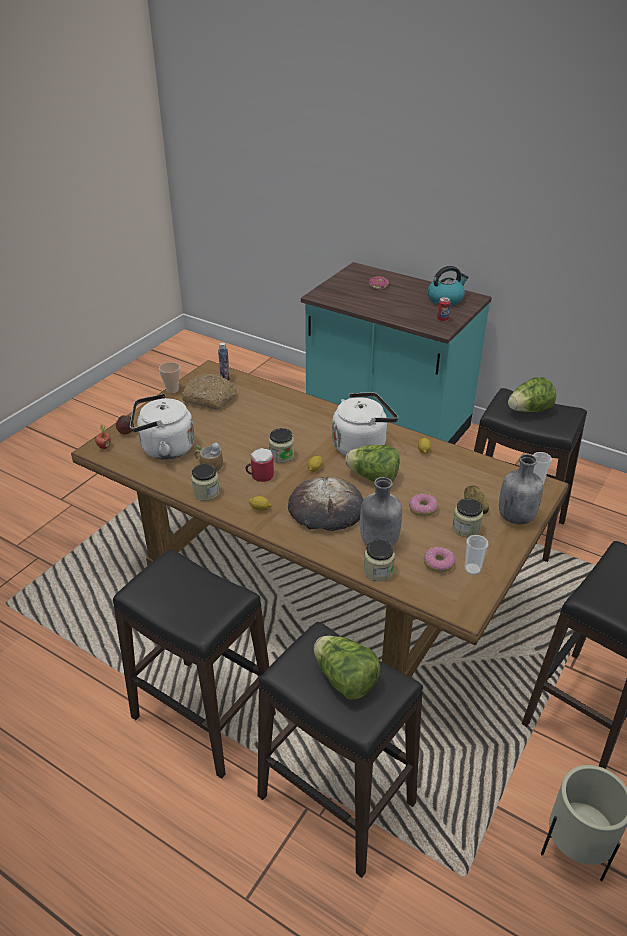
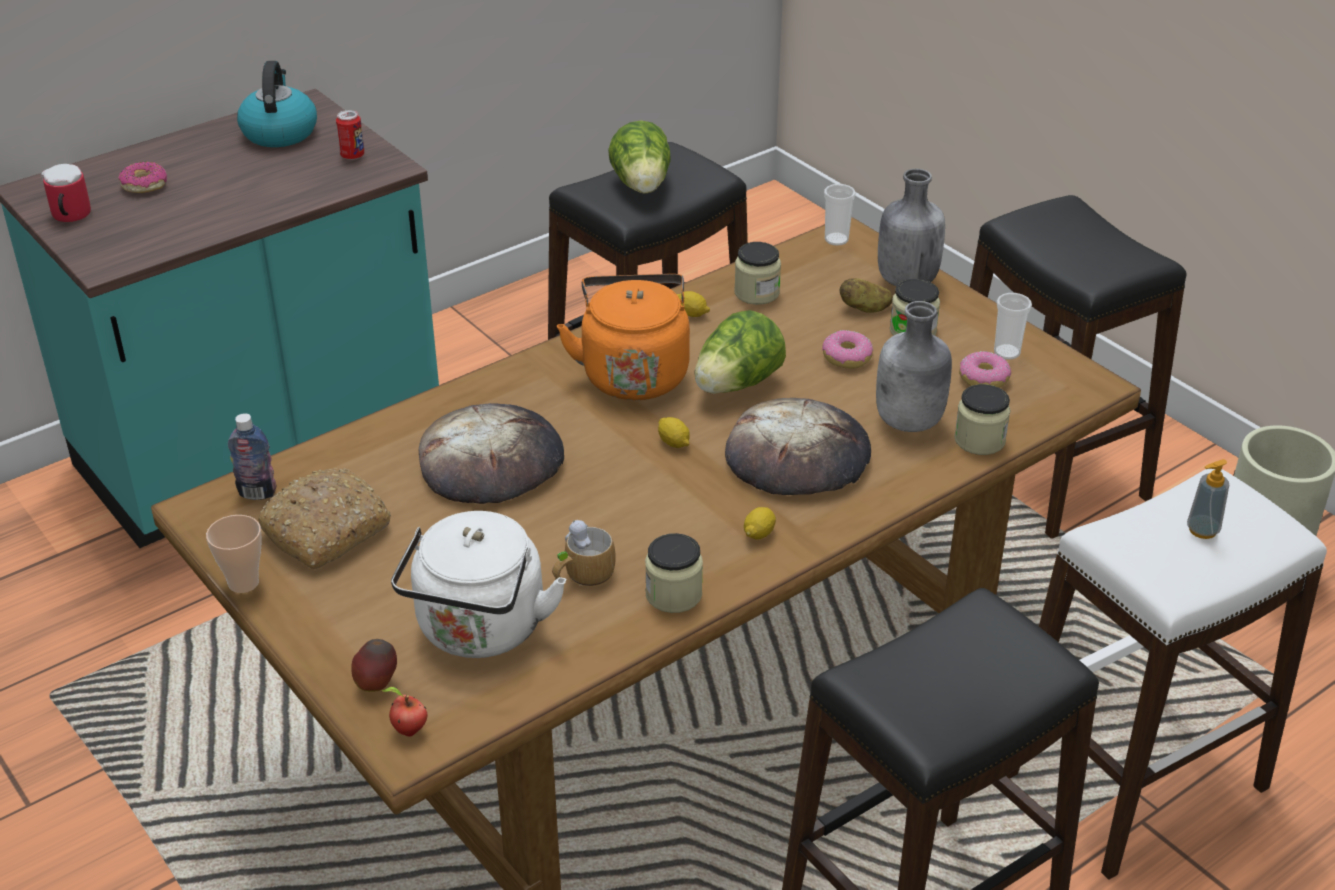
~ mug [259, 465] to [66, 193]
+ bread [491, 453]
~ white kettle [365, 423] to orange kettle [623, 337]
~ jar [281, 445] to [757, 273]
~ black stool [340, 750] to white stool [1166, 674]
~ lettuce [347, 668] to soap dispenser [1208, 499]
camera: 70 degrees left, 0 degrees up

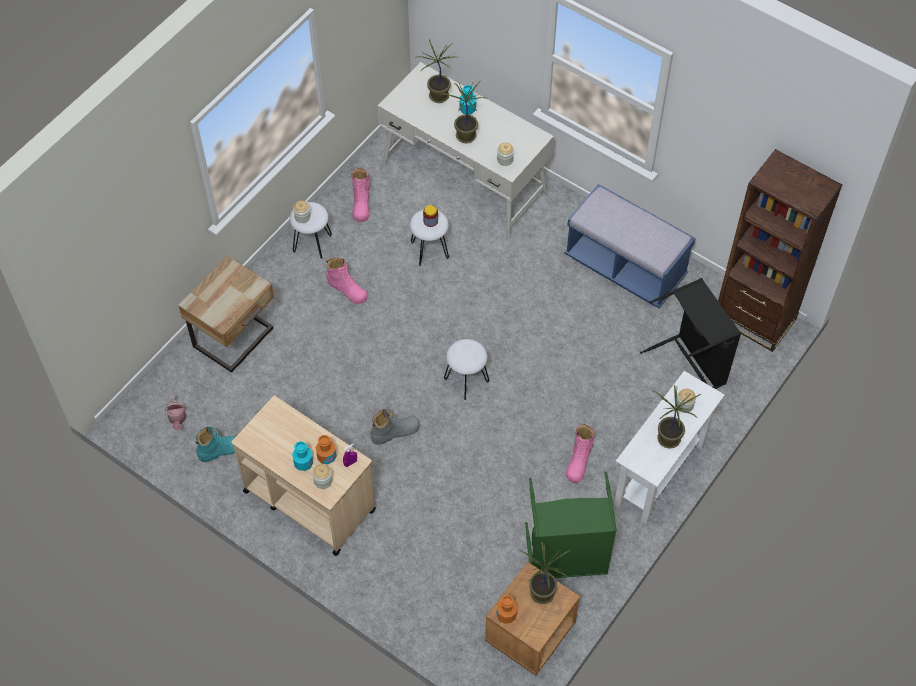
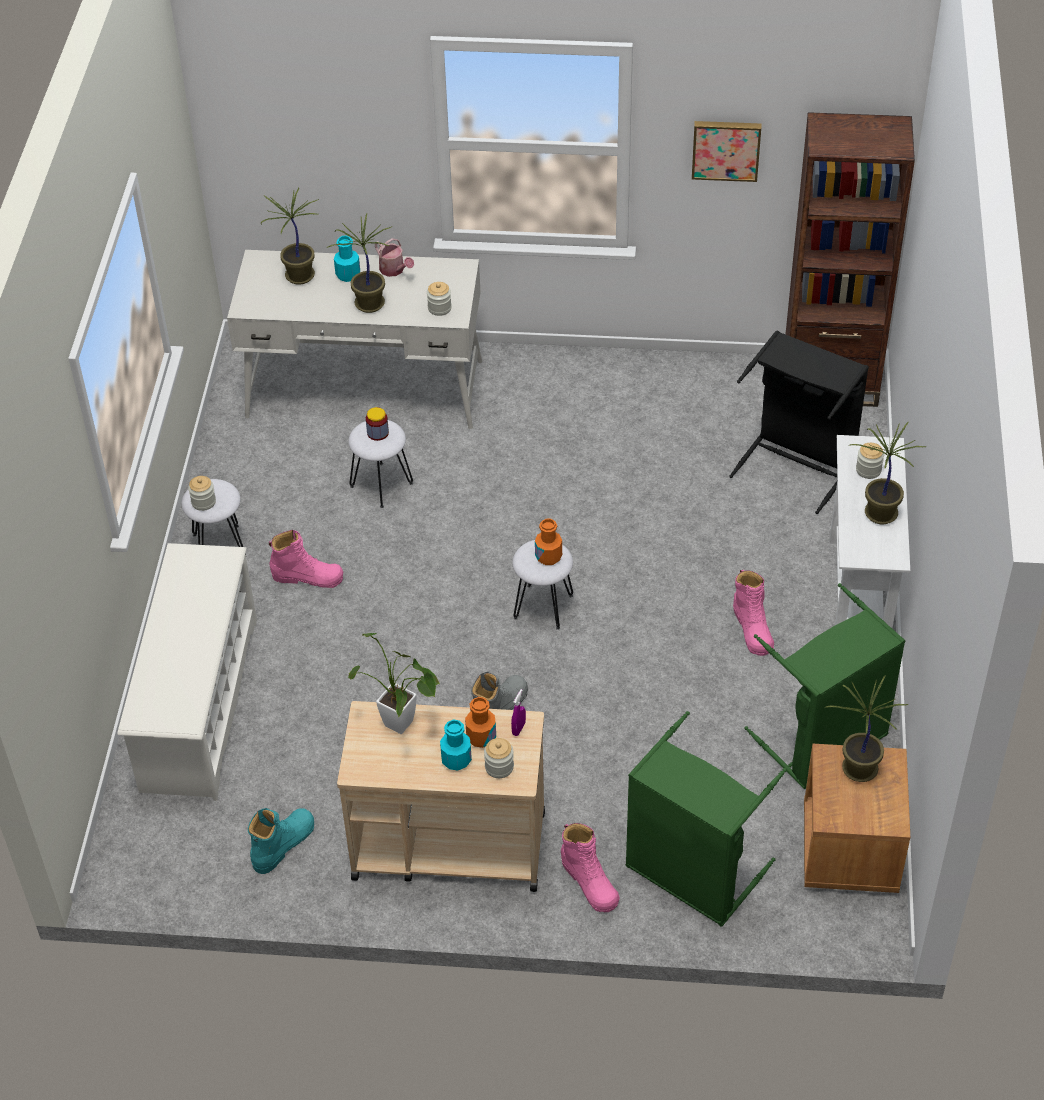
~ beige nightstand [226, 314] to white shoe rack [187, 672]
+ potted plant [394, 683]
~ watering can [175, 412] to [394, 257]
~ orange bottle [506, 609] to [548, 542]
~ pink boot [360, 194] to [590, 867]
+ green laundry basket [706, 819]
+ picture [726, 151]
- blue bench [630, 246]
camera: 30 degrees left, 10 degrees down

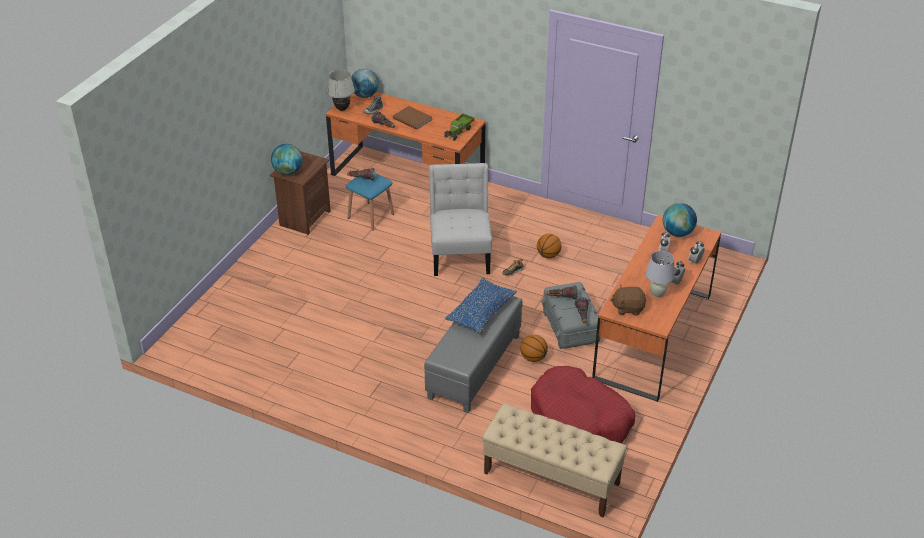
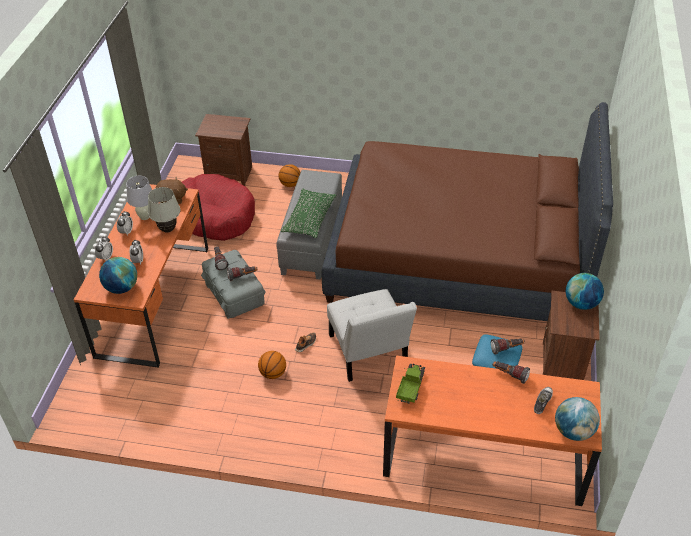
~ white table lamp [341, 90] to [164, 210]
~ beige bench [554, 460] to brown nightstand [223, 150]
~ basketball [534, 348] to [290, 175]
~ blue pillow [481, 306] to green pillow [308, 213]
+ brown bed [467, 211]
- brown book [412, 118]
camera: 165 degrees right, 5 degrees up

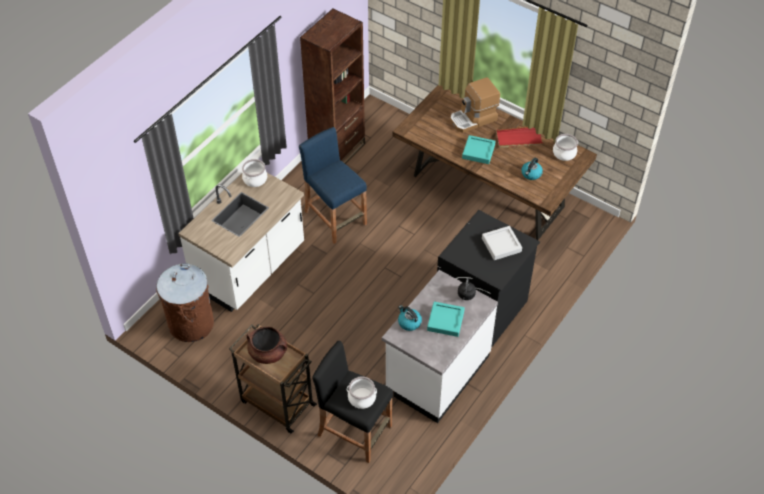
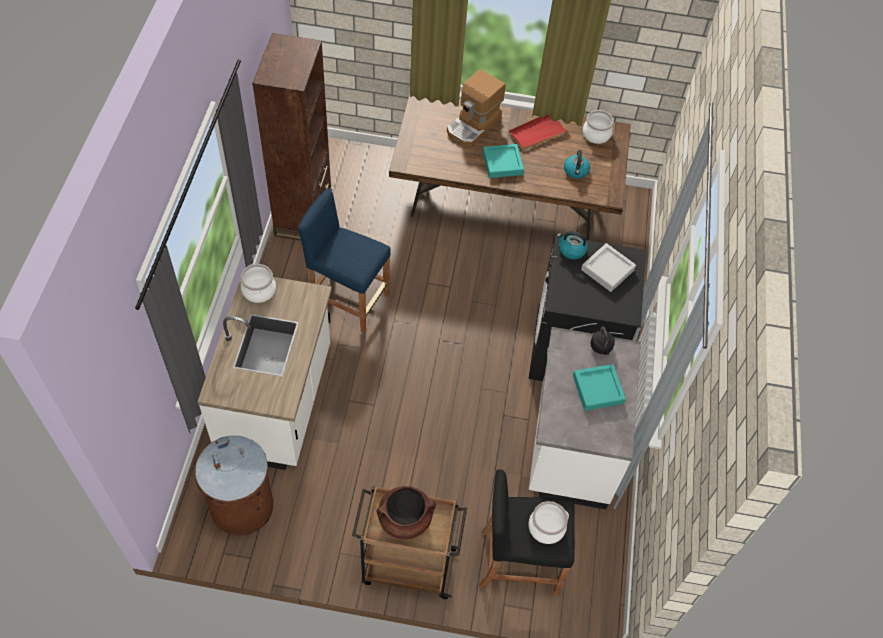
~ kettle [410, 318] to [572, 245]
camera: 30 degrees left, 5 degrees up

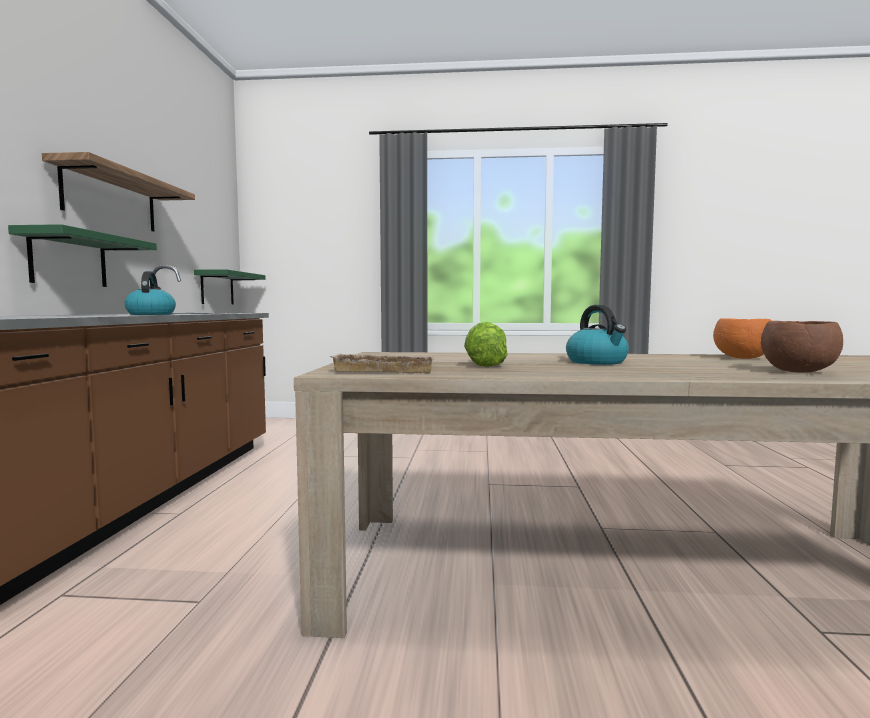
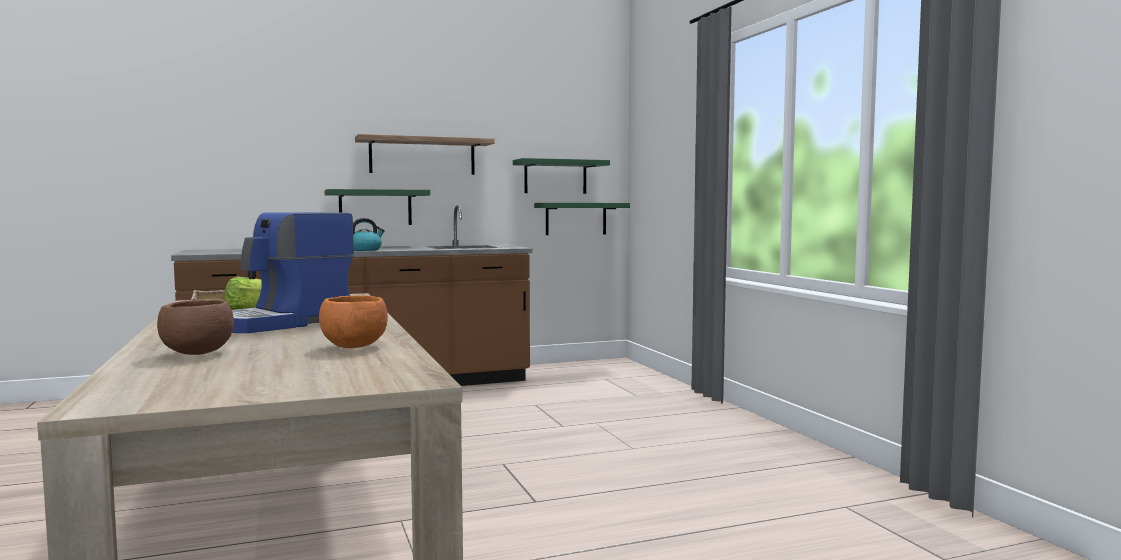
~ kettle [597, 335] to coffee machine [293, 272]
+ green shelf [561, 176]
camera: 65 degrees right, 0 degrees up

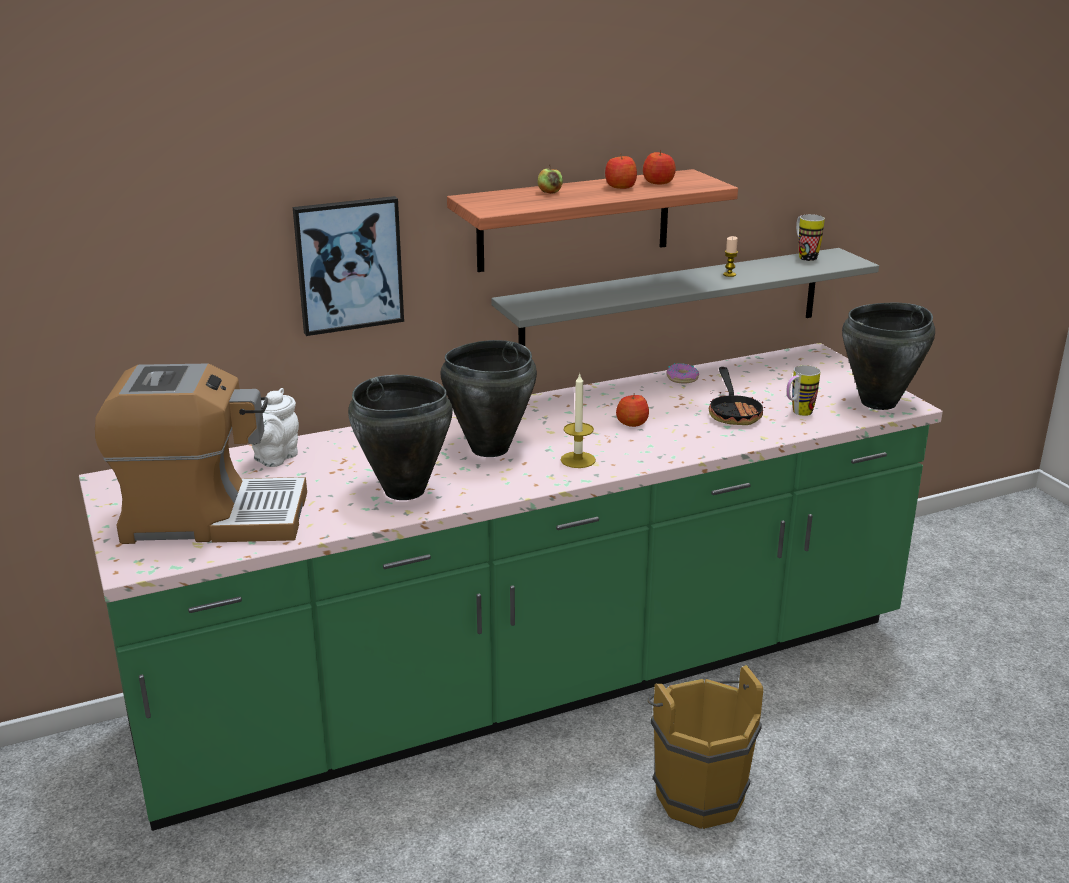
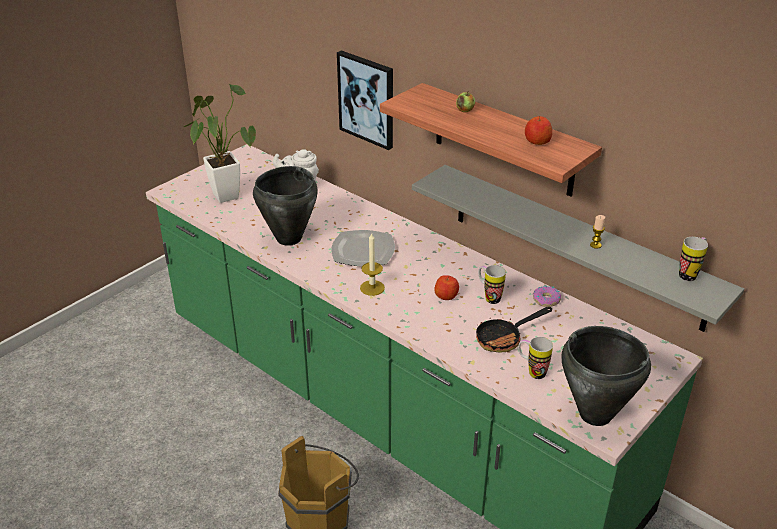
~ coffee machine [201, 454] to potted plant [220, 143]
~ black cooking pot [488, 398] to plate [363, 248]
+ mug [492, 284]
- apple [621, 171]
camera: 65 degrees right, 10 degrees up

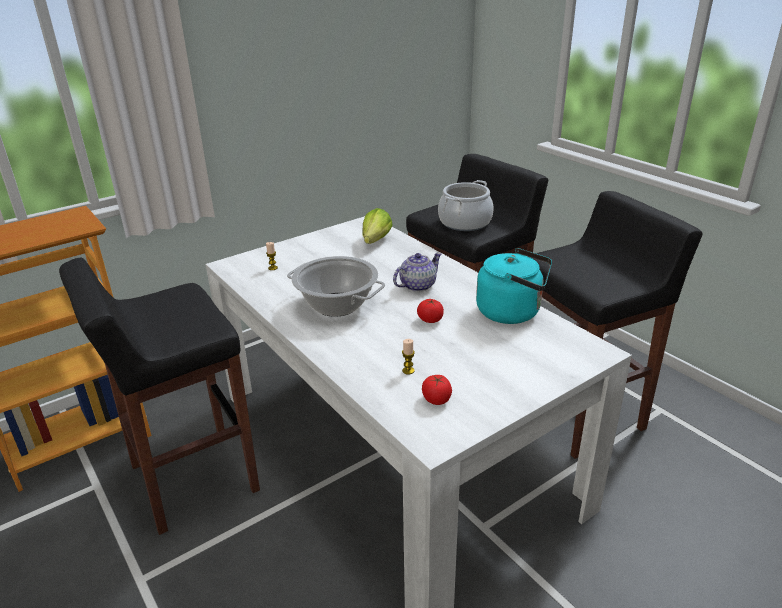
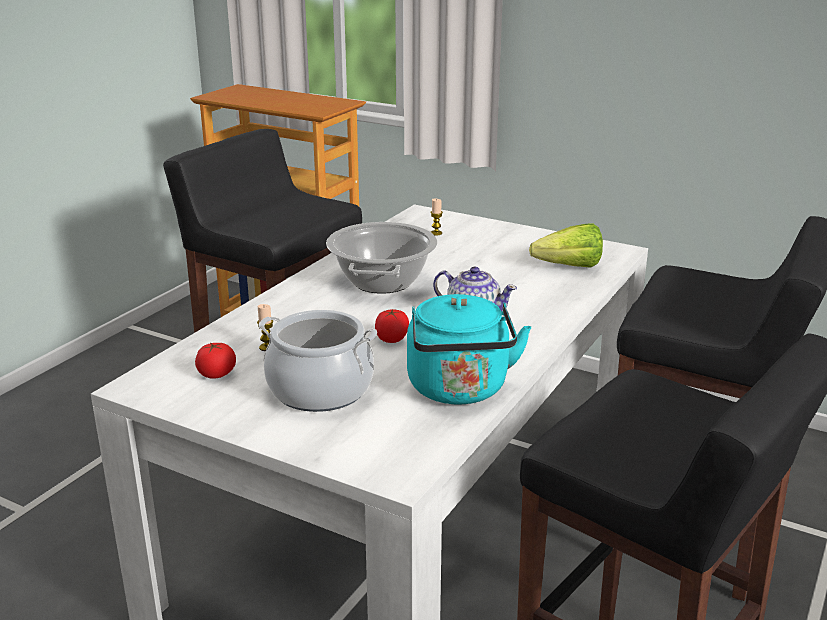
~ cooking pot [466, 205] to [318, 361]
camera: 65 degrees right, 5 degrees down

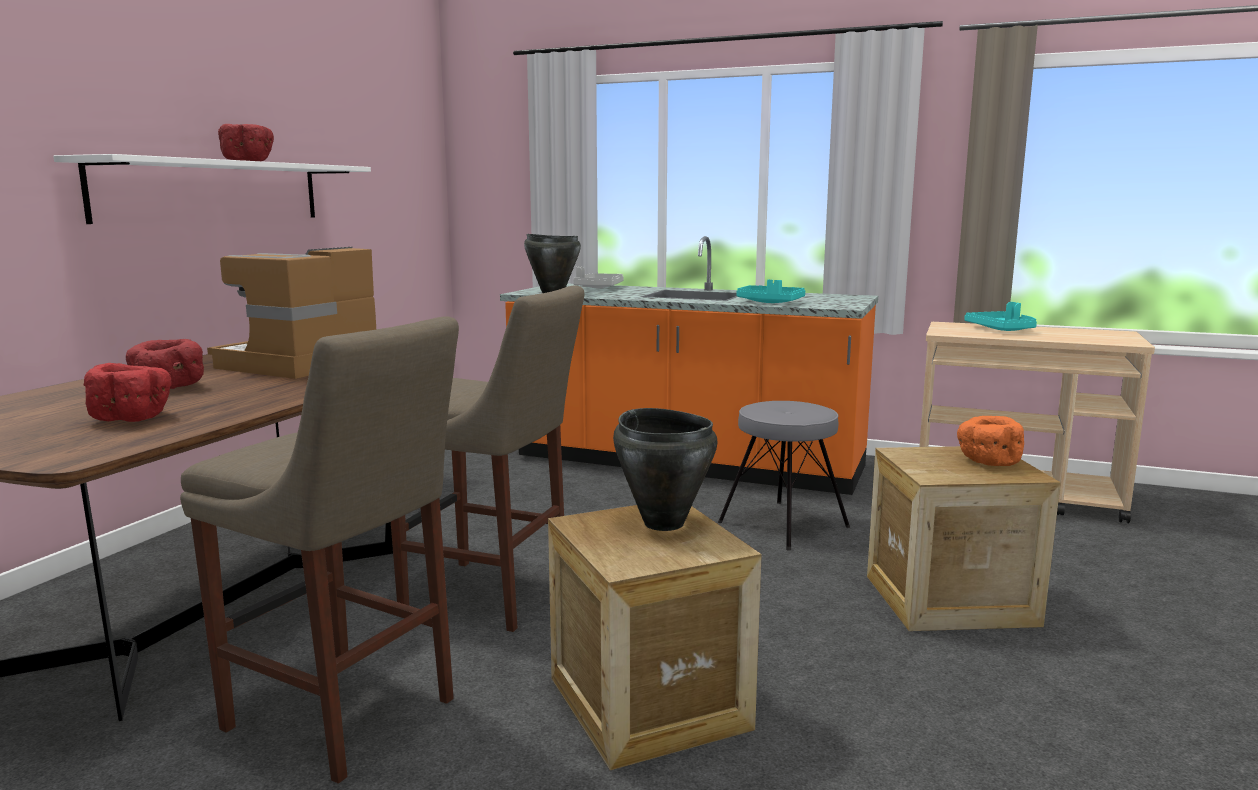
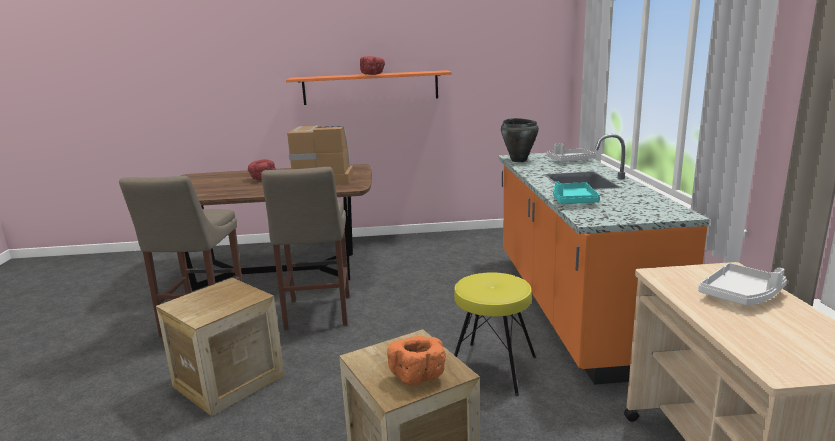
~ white shelf [212, 189] to orange shelf [369, 87]
~ grey stool [784, 476] to yellow stool [495, 334]
~ turquoise tray [1000, 316] to white tray [742, 284]
- red bowl [128, 392]
- black cooking pot [665, 469]
camera: 65 degrees right, 5 degrees up

